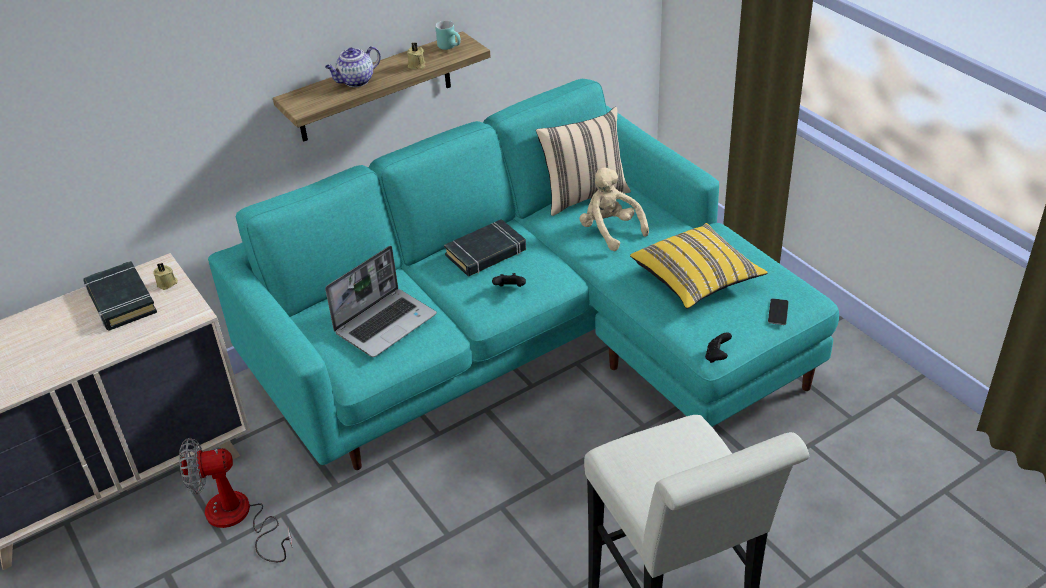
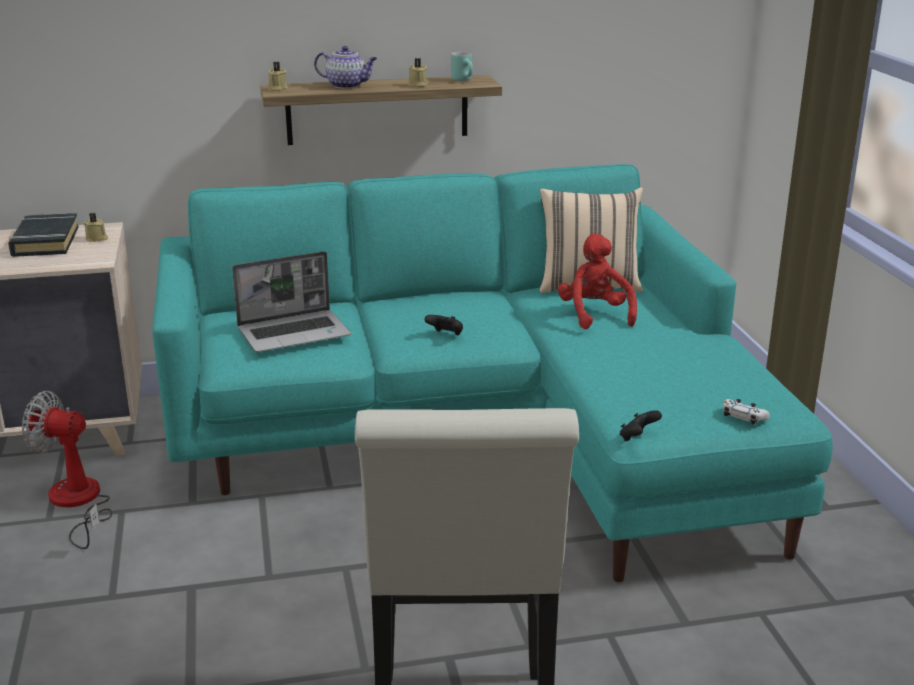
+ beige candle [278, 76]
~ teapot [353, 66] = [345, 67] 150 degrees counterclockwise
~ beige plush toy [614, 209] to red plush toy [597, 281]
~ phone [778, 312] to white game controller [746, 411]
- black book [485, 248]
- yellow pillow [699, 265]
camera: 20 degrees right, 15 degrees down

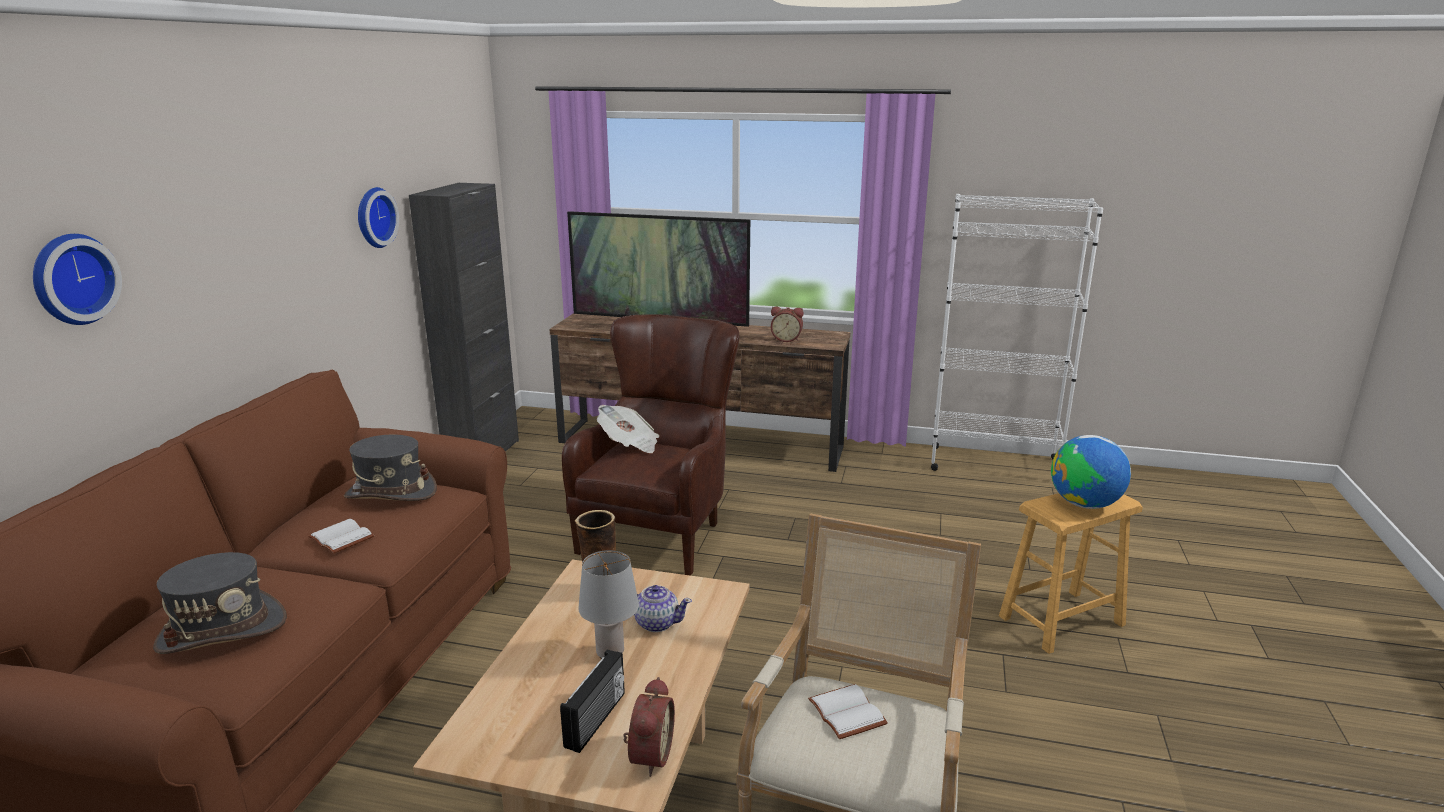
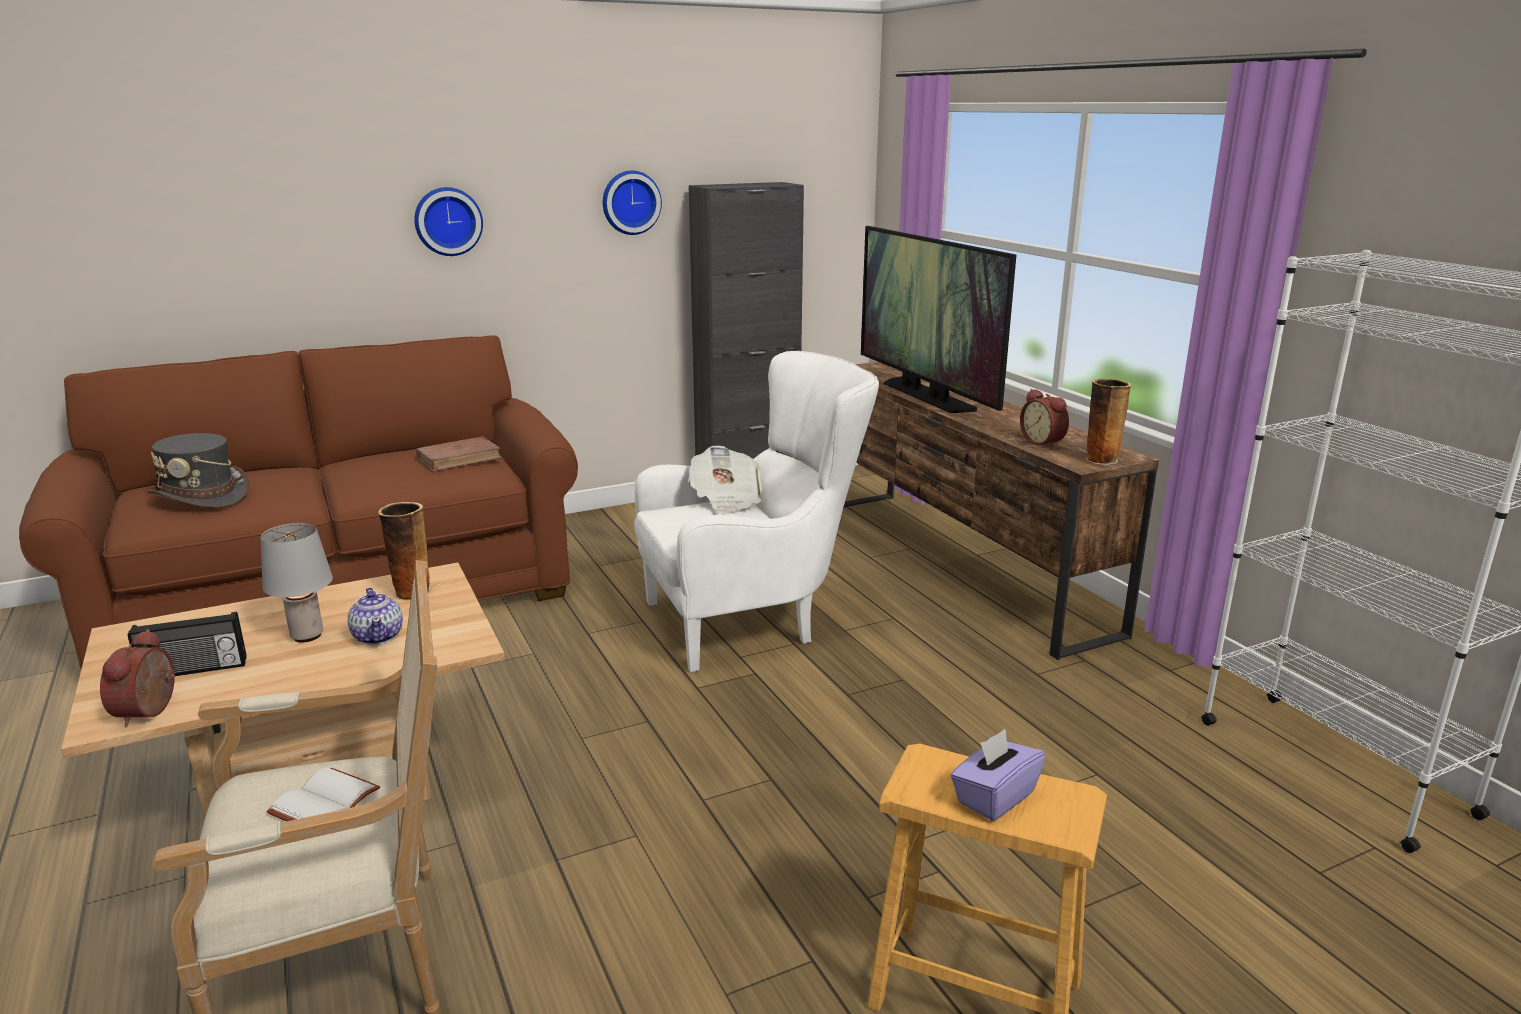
~ alarm clock [649, 726] = [137, 678] 120 degrees clockwise
~ wall clock [77, 279] to [448, 221]
~ grey hat [390, 468] to brown book [459, 454]
~ brown armchair [650, 445] to white armchair [756, 511]
~ globe [1091, 472] to purple tissue box [998, 775]
+ vase [1108, 421]
- white book [341, 536]
camera: 50 degrees right, 0 degrees up

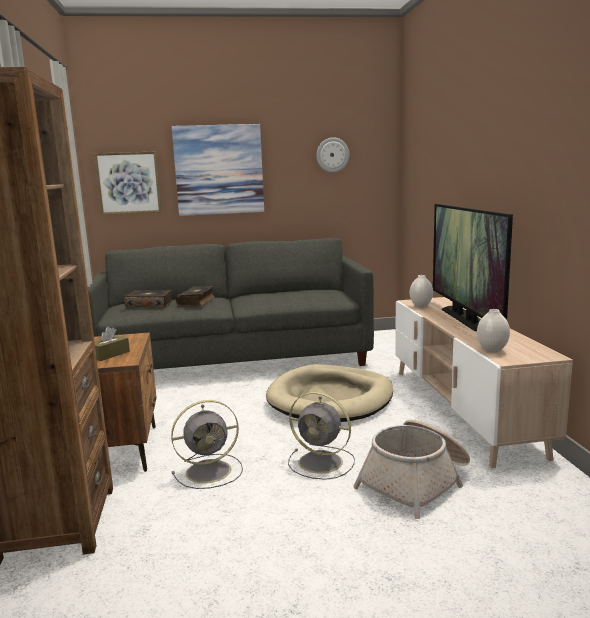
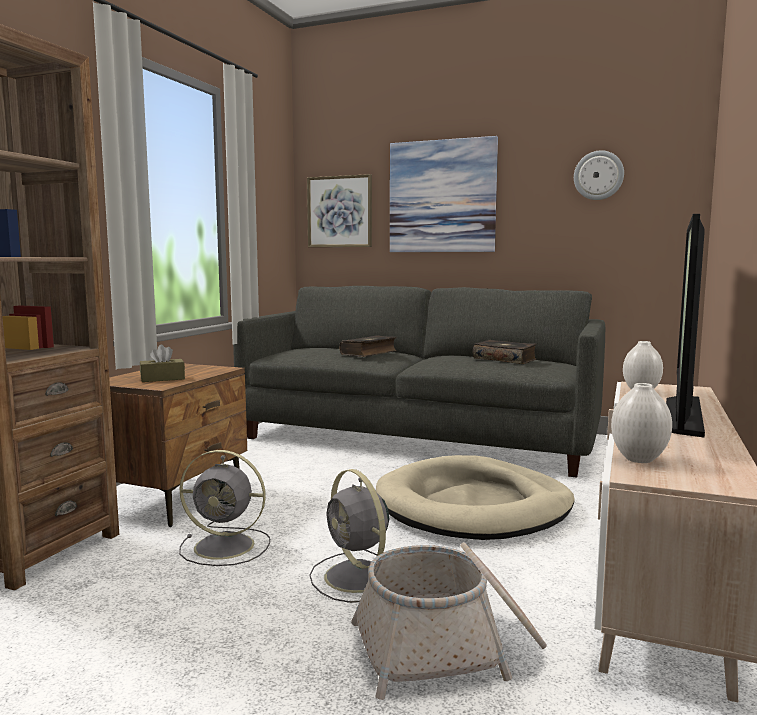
~ book [148, 299] to [504, 352]
camera: 30 degrees right, 5 degrees down

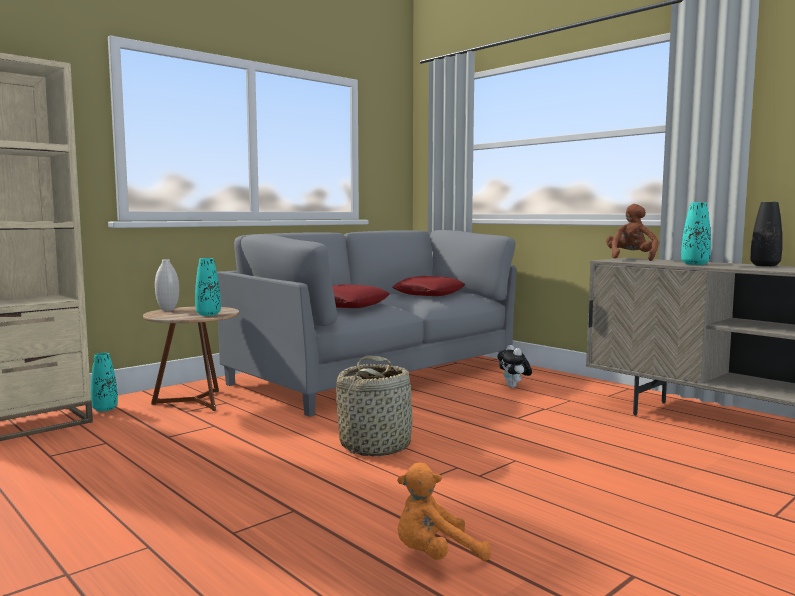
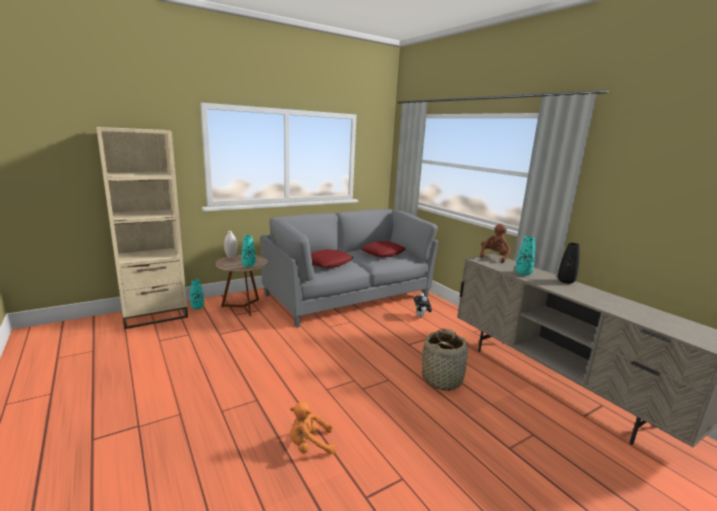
~ basket [374, 406] to [445, 360]
camera: 10 degrees right, 10 degrees up

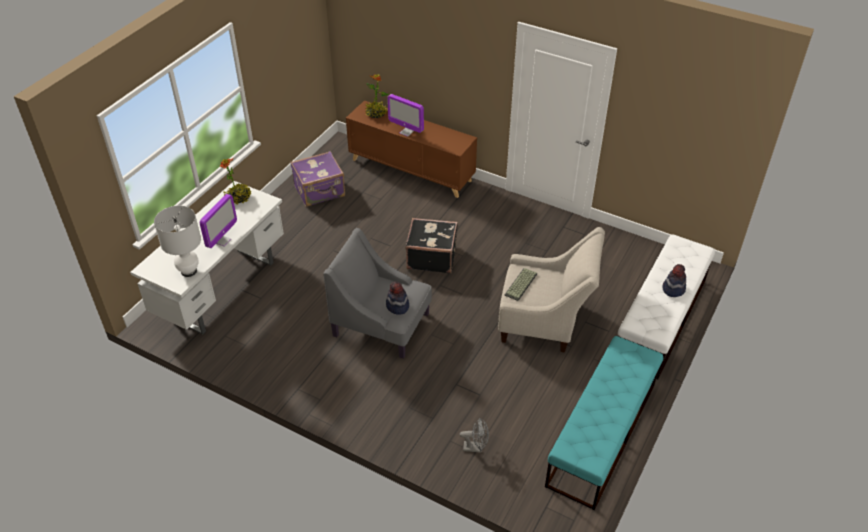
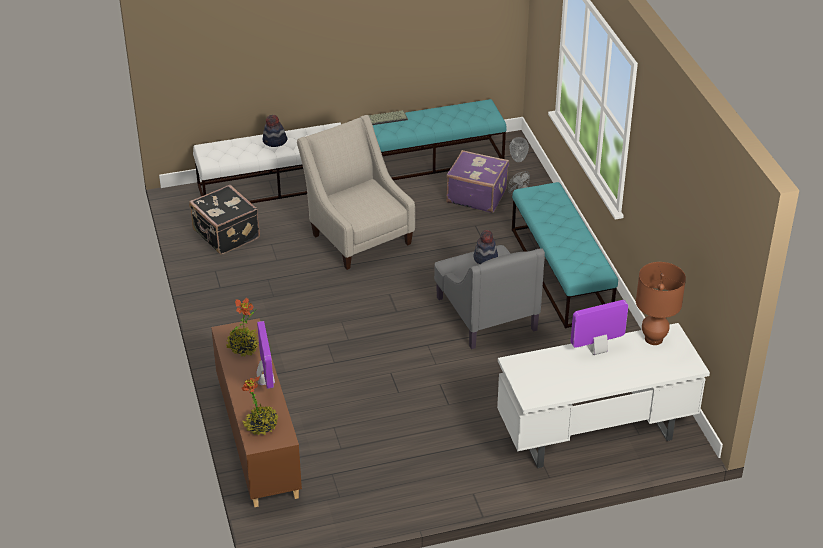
~ black suitcase [431, 245] to [224, 220]
~ potted plant [236, 181] to [242, 327]
~ keyboard [521, 284] to [388, 117]
~ purple suitcase [317, 179] to [477, 181]
+ vase [519, 149]
+ turquoise bench [565, 255]
~ white table lamp [177, 241] to brown table lamp [661, 303]
camera: 135 degrees left, 5 degrees down

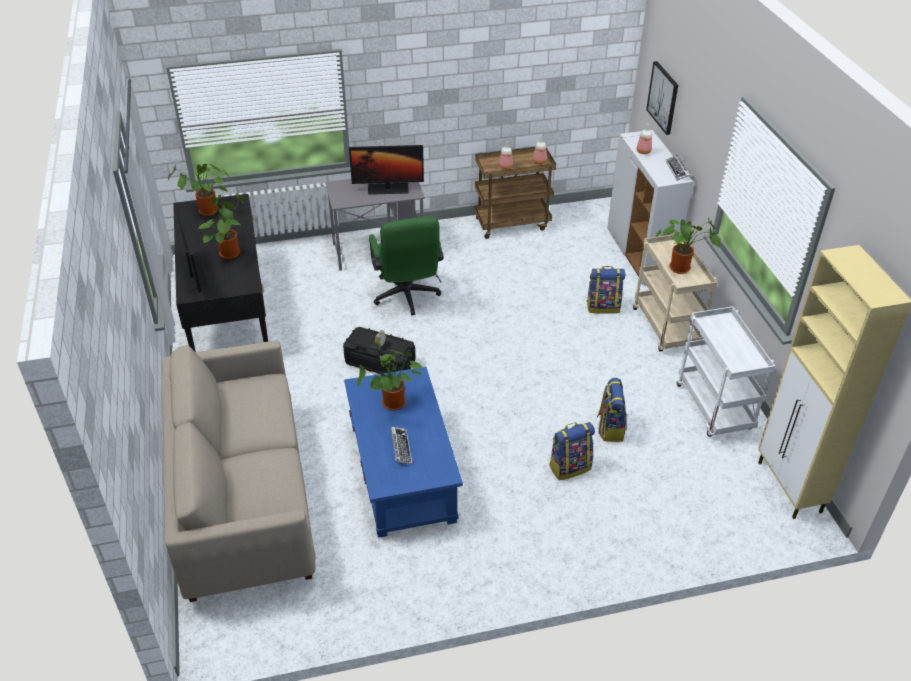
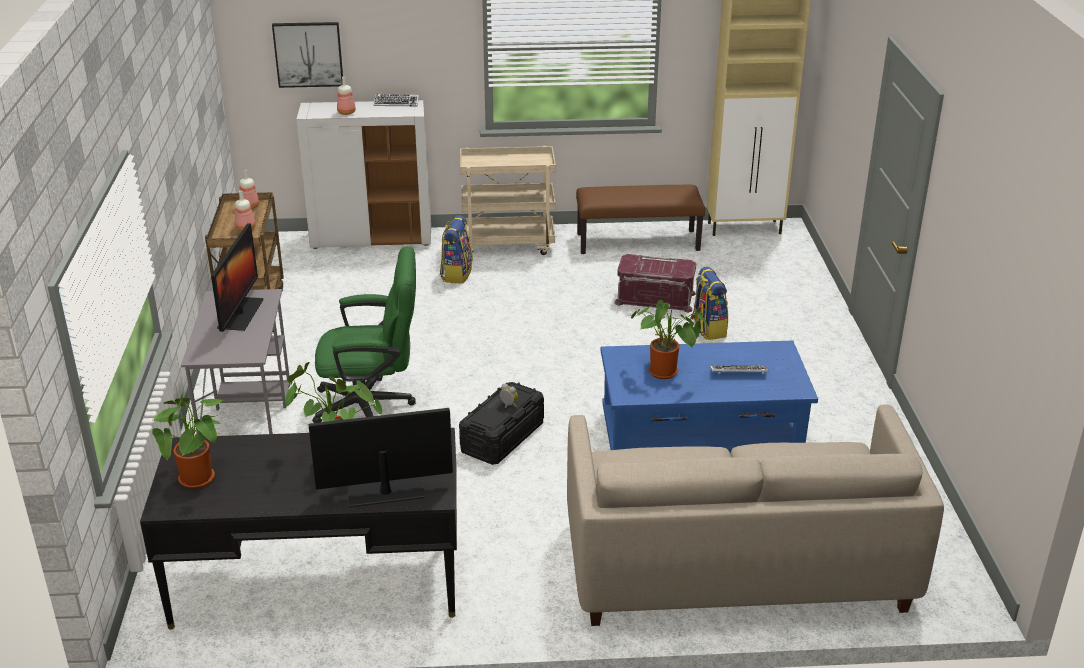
~ white cart [726, 371] to brown bench [640, 219]
~ backpack [612, 410] to red storage box [655, 283]
- potted plant [688, 246]
camera: 80 degrees left, 10 degrees down

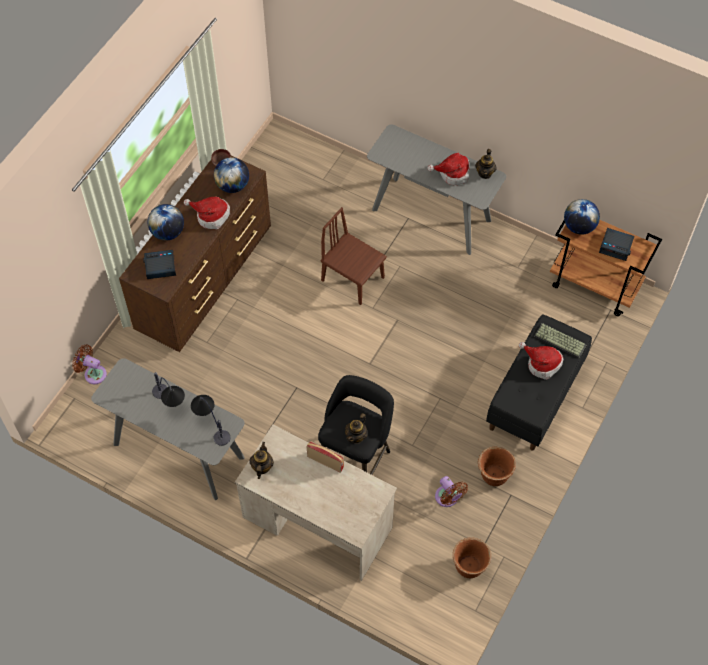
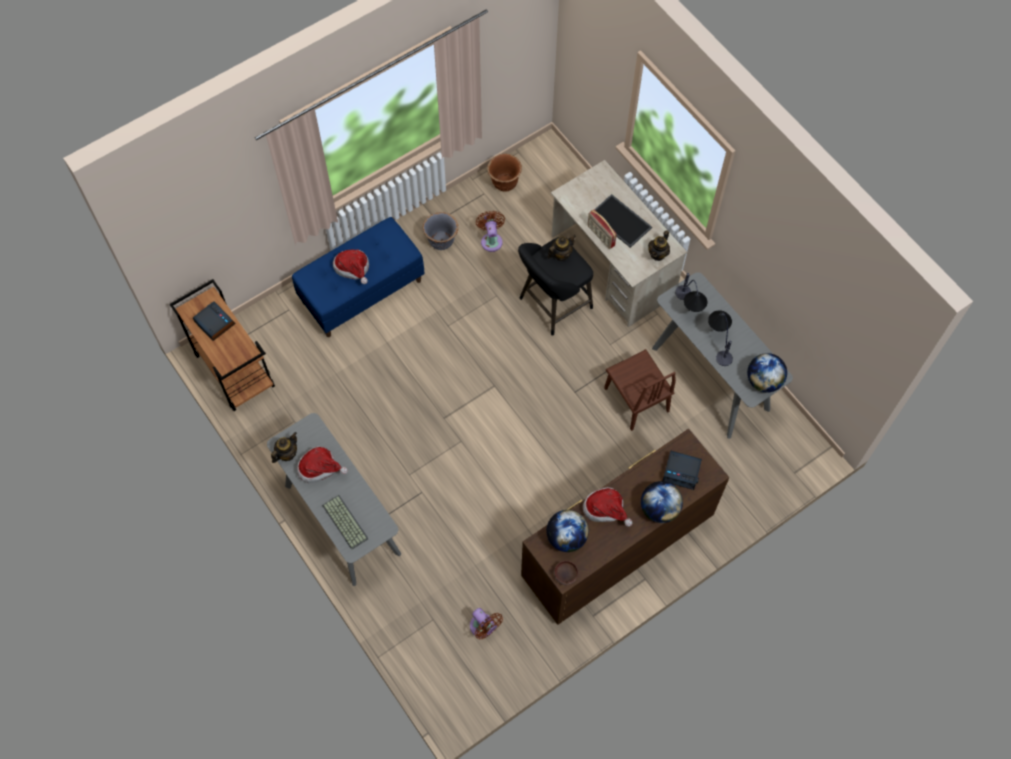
~ black bench [539, 383] to blue bench [358, 277]
~ keyboard [560, 341] to [345, 522]
~ brown planter [497, 466] to grey planter [440, 231]
~ brown fan [89, 364] to [486, 624]
+ tray [623, 221]
~ brown chair [354, 256] to [640, 390]
~ globe [582, 217] to [767, 373]
camera: 155 degrees left, 5 degrees up

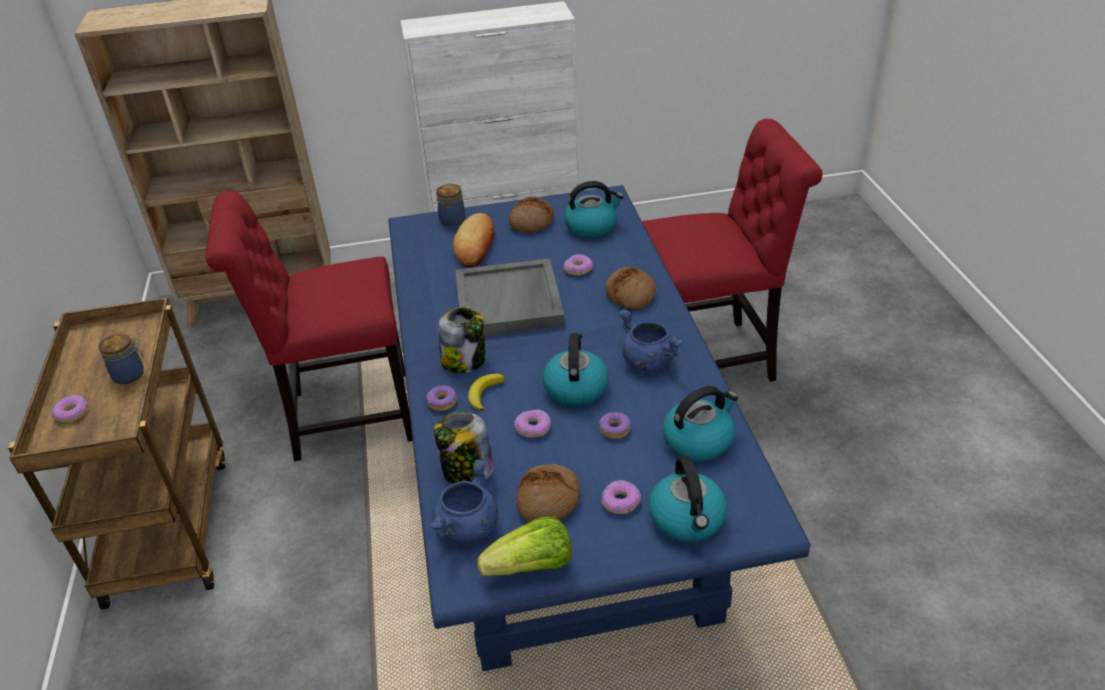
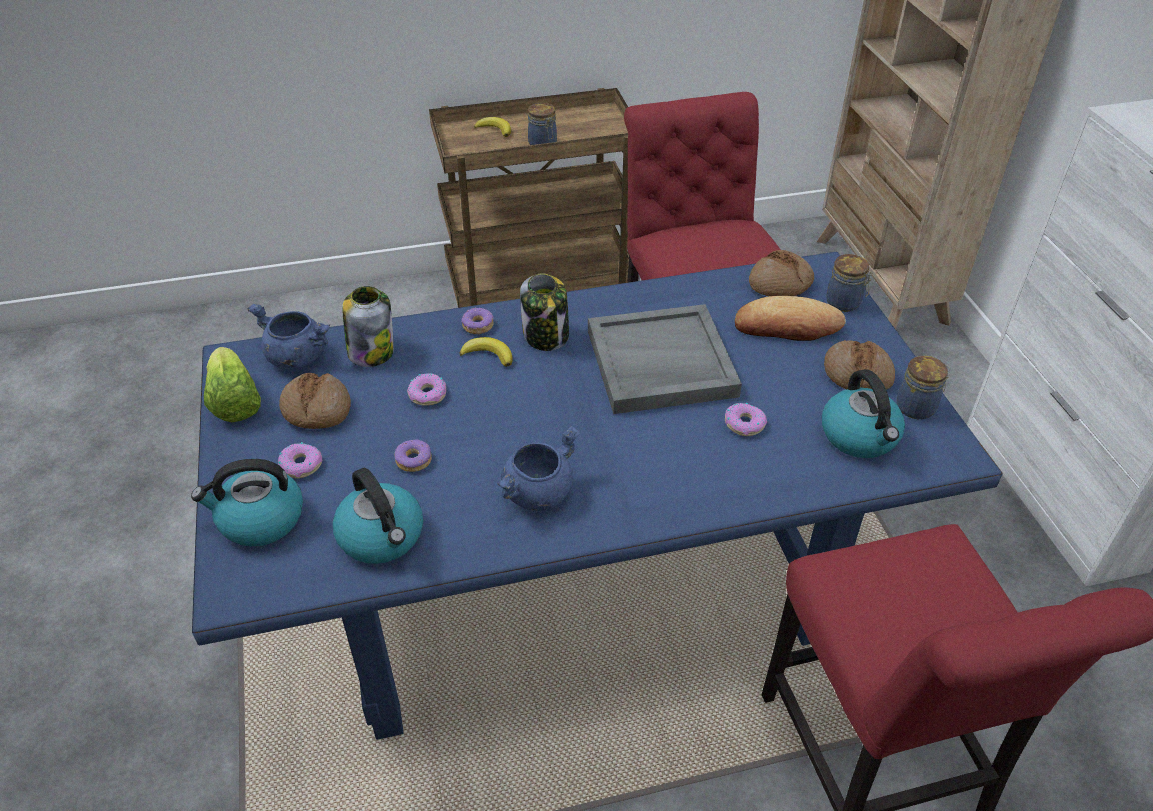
~ donut [70, 408] to banana [492, 127]
~ bread [630, 288] to [781, 273]
+ jar [924, 387]
- kettle [575, 369]
camera: 85 degrees right, 5 degrees up

